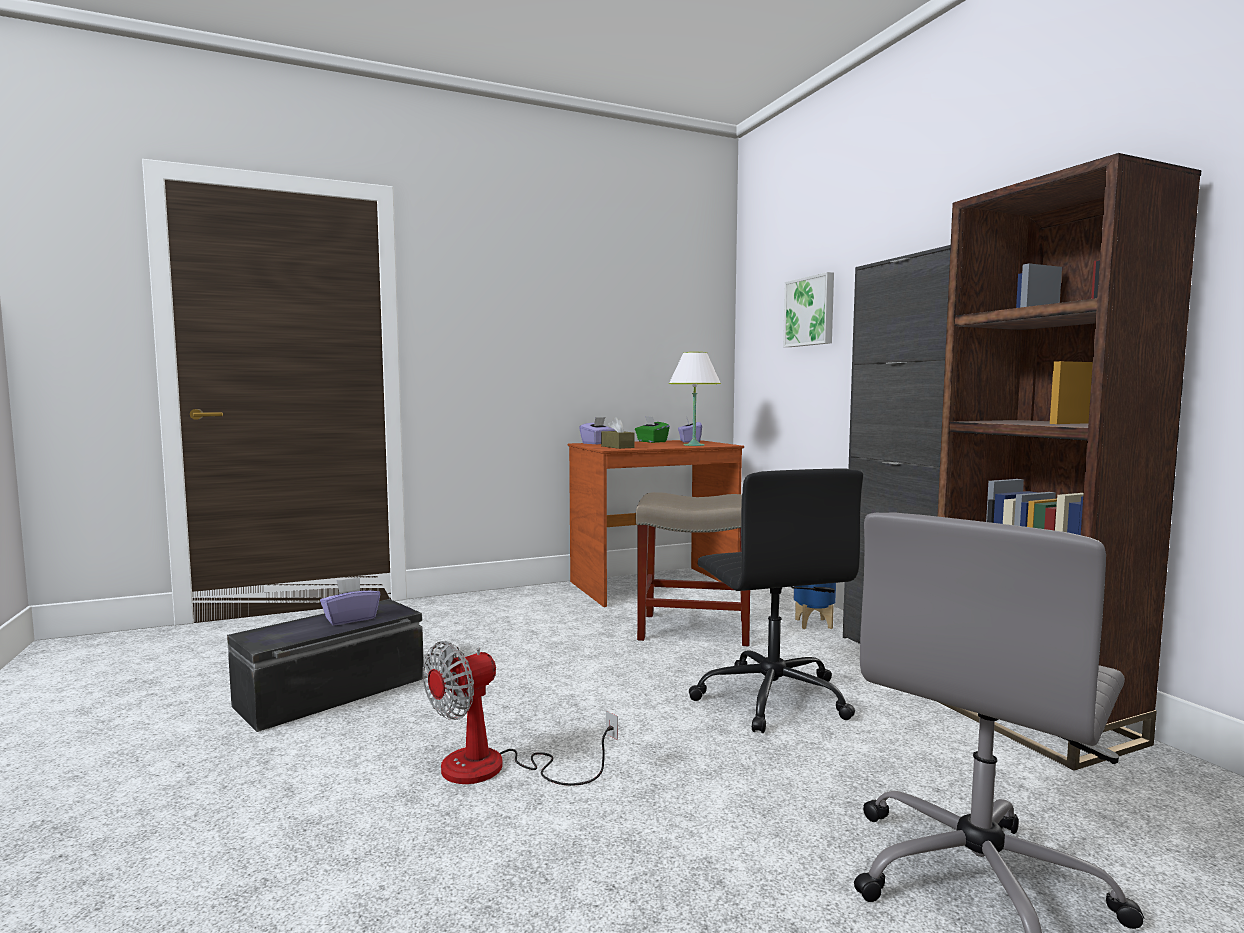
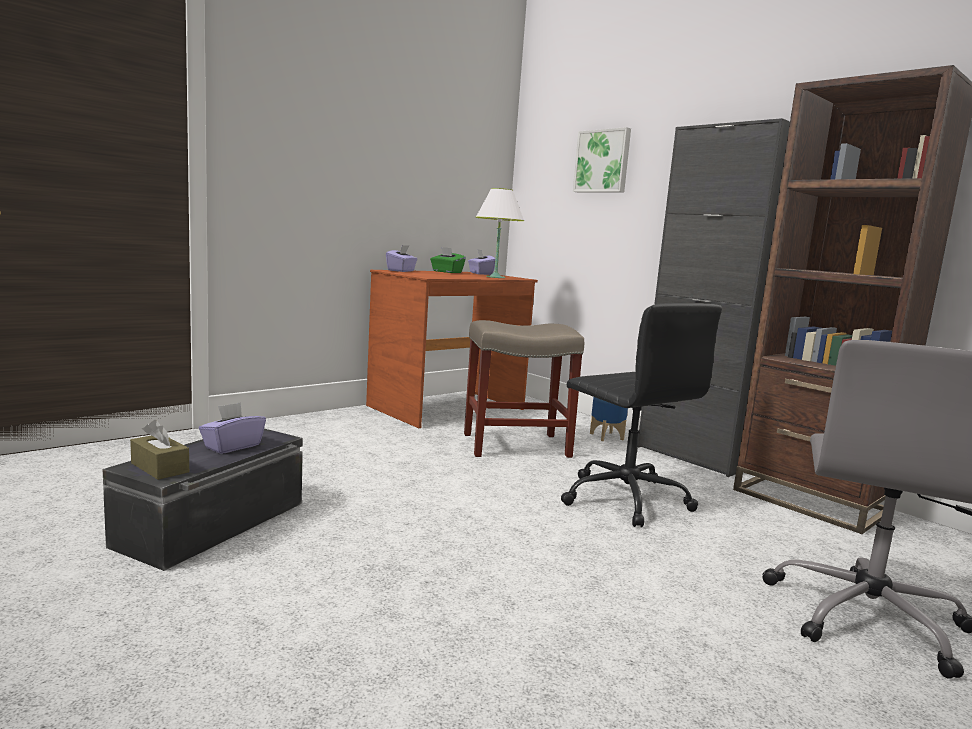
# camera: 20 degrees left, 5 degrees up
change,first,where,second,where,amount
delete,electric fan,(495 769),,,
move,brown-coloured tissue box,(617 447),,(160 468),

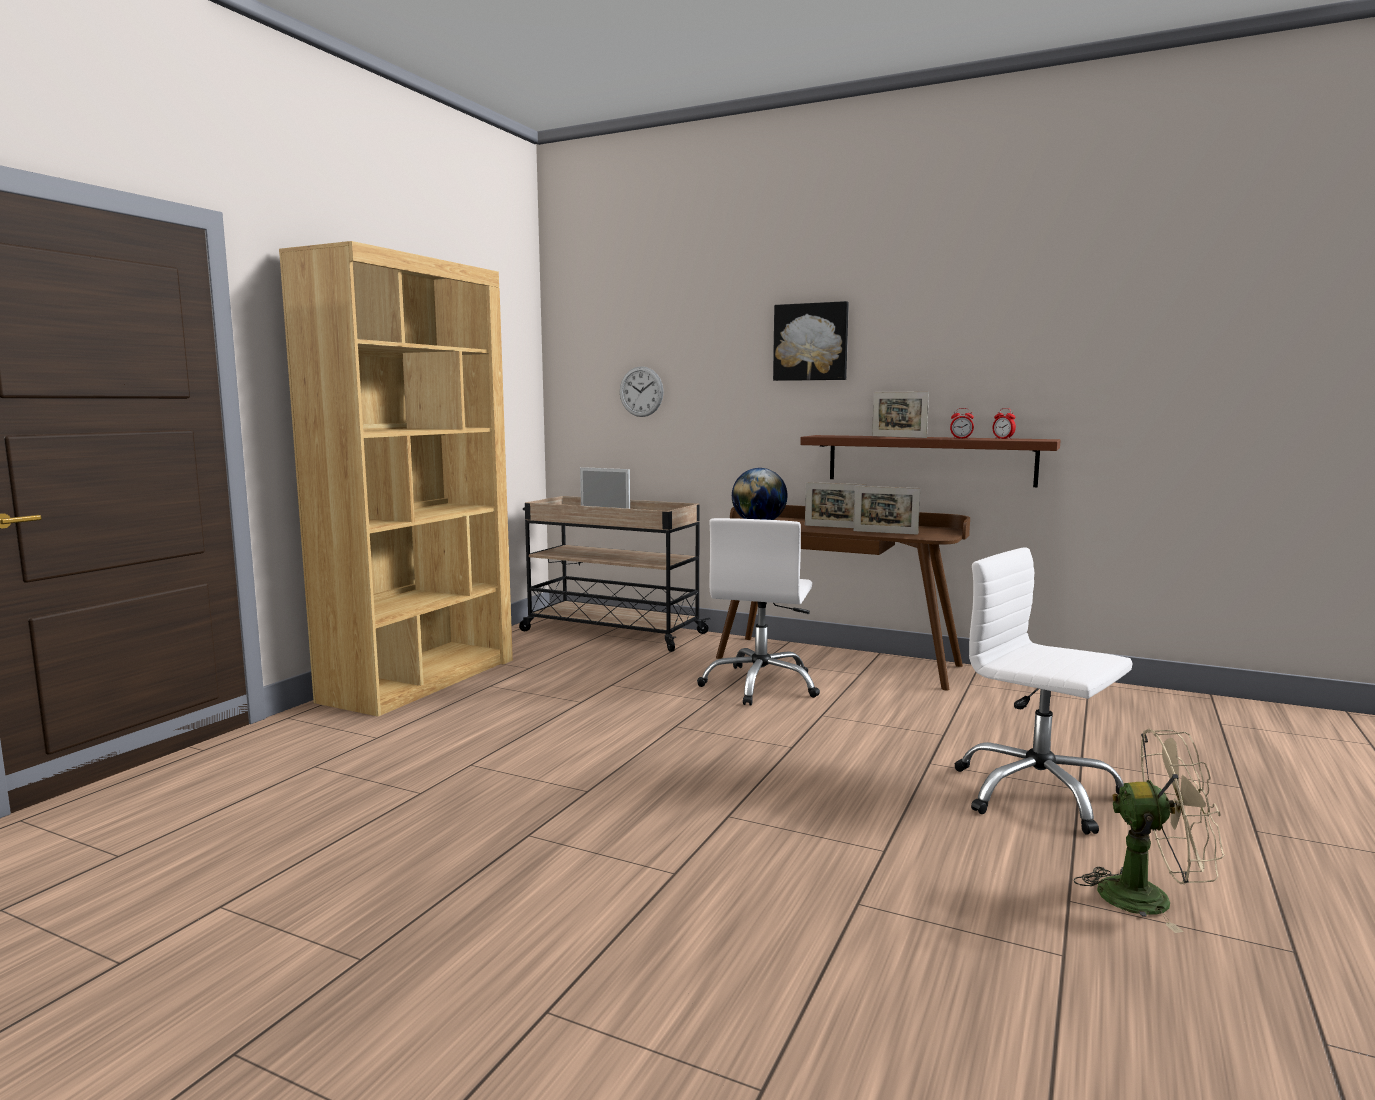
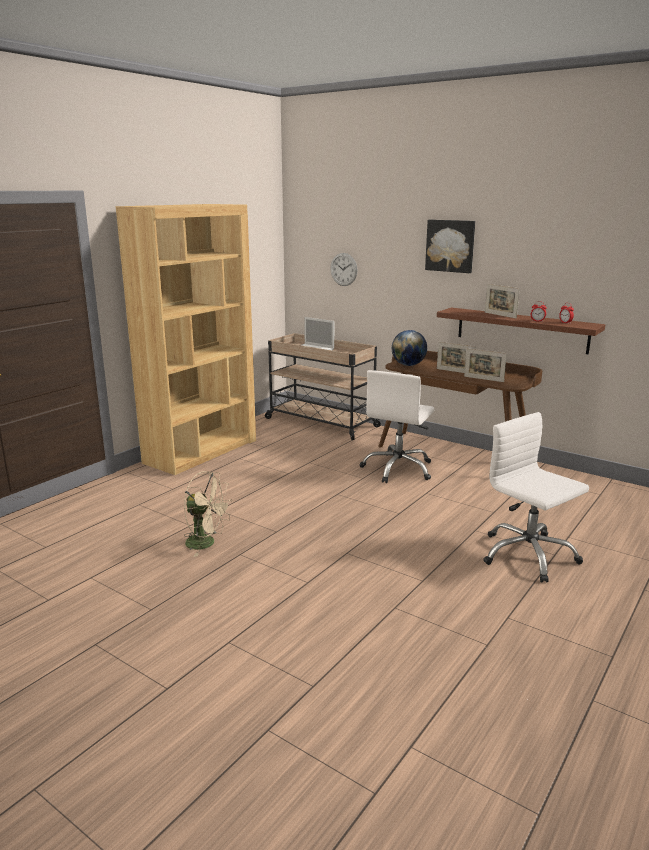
# camera: 10 degrees right, 10 degrees up
change,first,where,second,where,amount
move,sand-coloured electric fan,(1149 897),,(206 543),

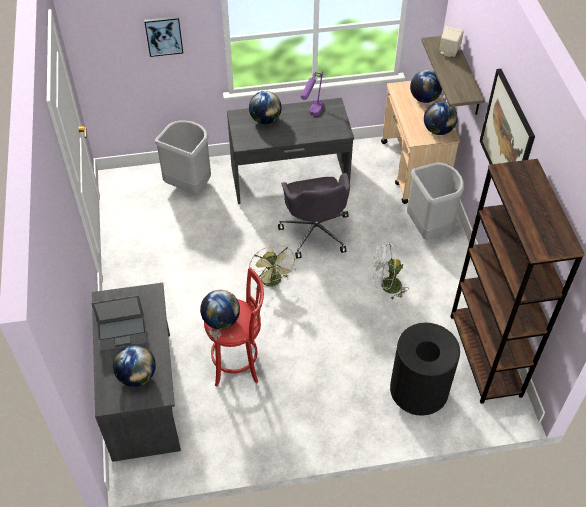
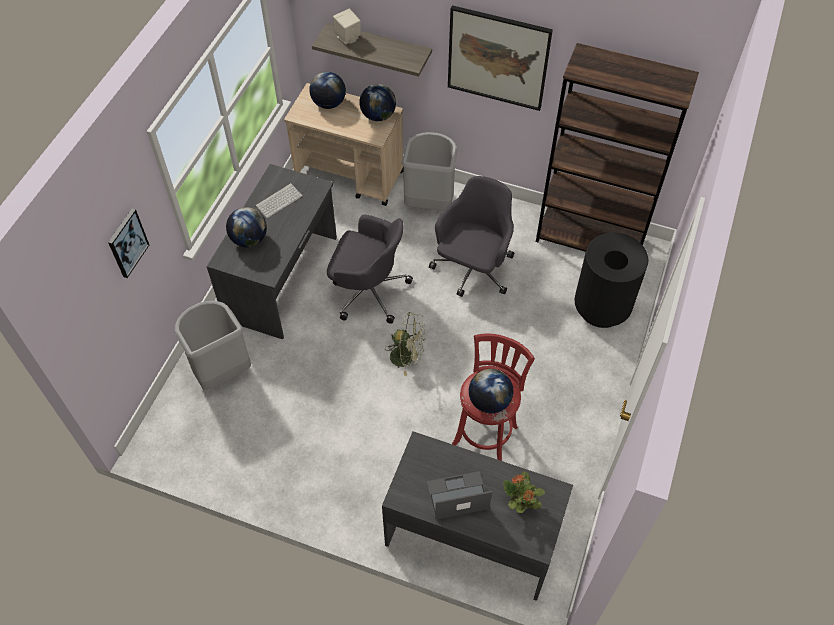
# camera: 60 degrees left, 5 degrees up
change,first,where,second,where,amount
rotate,notebook computer,(122 332),,(457 496),120 degrees counterclockwise
replace,desk globe,(137 376),potted plant,(520 504),
replace,purple tabletop lamp,(312 117),computer keyboard,(279 200),
replace,whitish electric fan,(386 286),grey computer chair,(473 270),

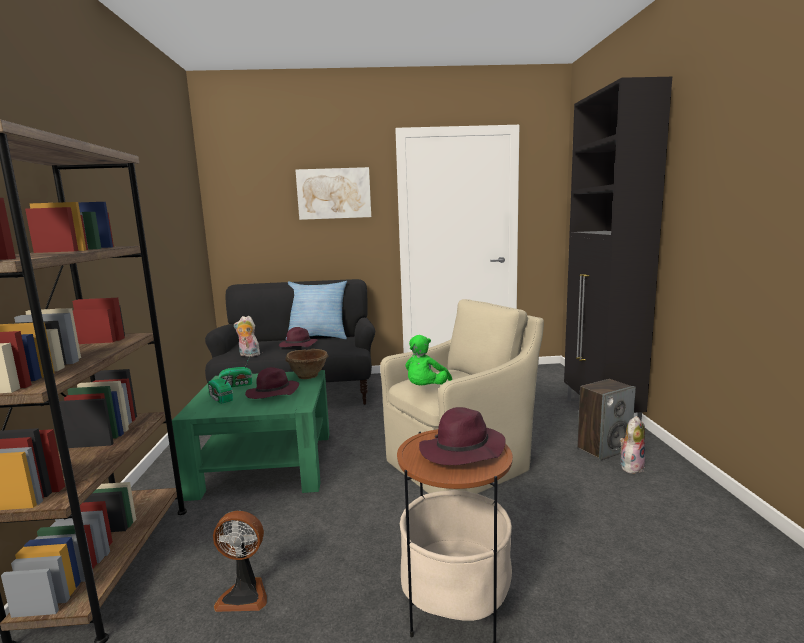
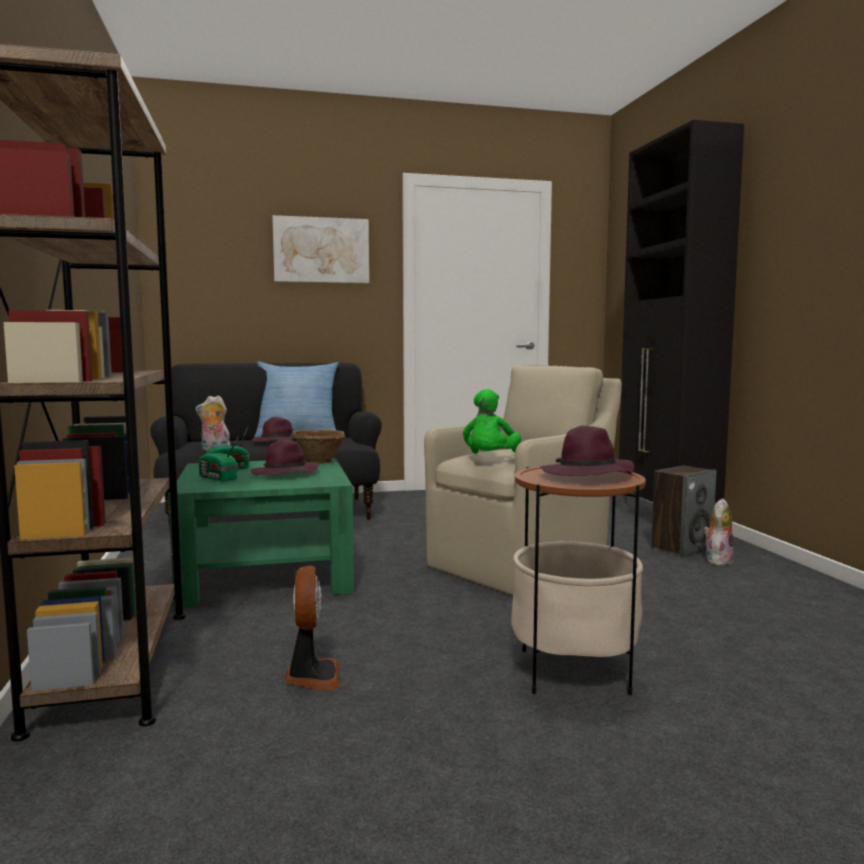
# camera: 10 degrees left, 5 degrees down
change,first,where,second,where,amount
rotate,electric fan,(244 594),,(312 676),90 degrees counterclockwise

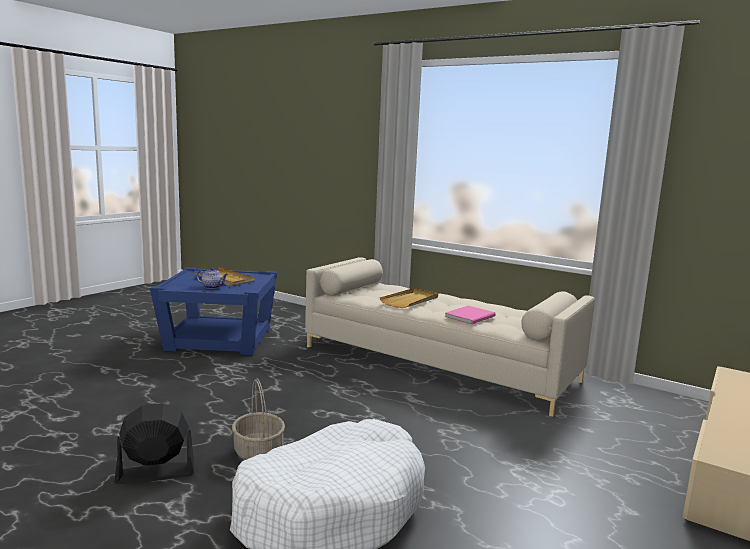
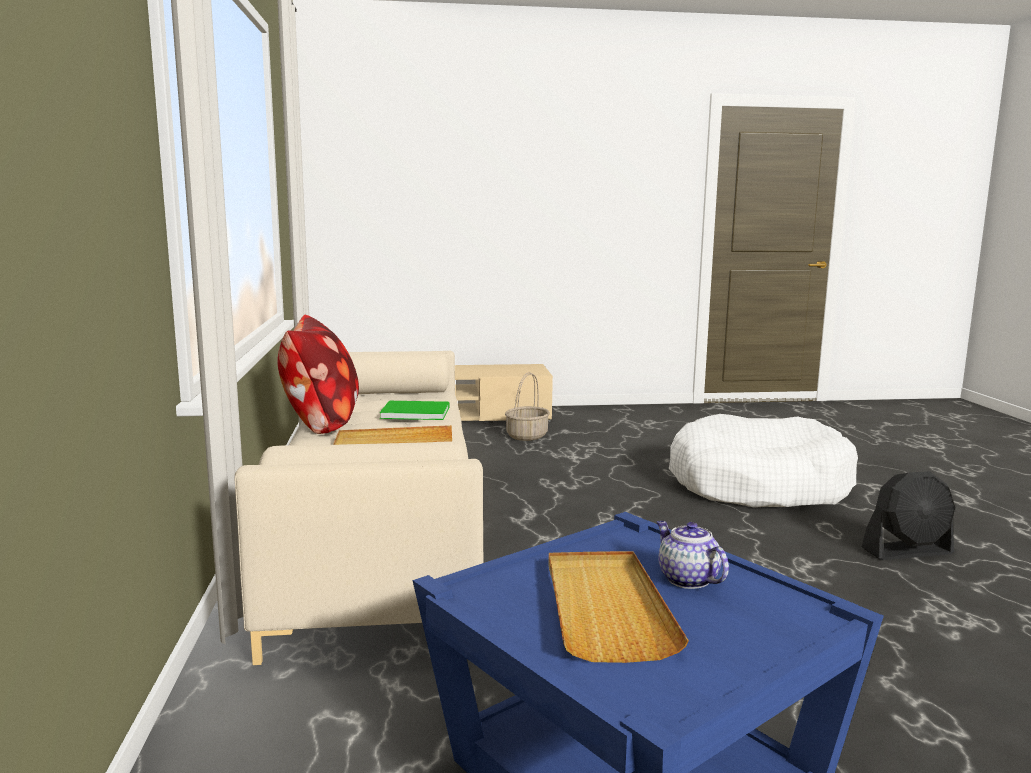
# camera: 130 degrees left, 0 degrees up
change,first,where,second,where,amount
rotate,black-coloured electric fan,(155 473),,(907 551),45 degrees counterclockwise
move,storage basket,(259 452),,(527 436),
recolor,pink-coloured volume,(471 316),green-coloured volume,(413 412),
insert,,,pillow,(321 422),

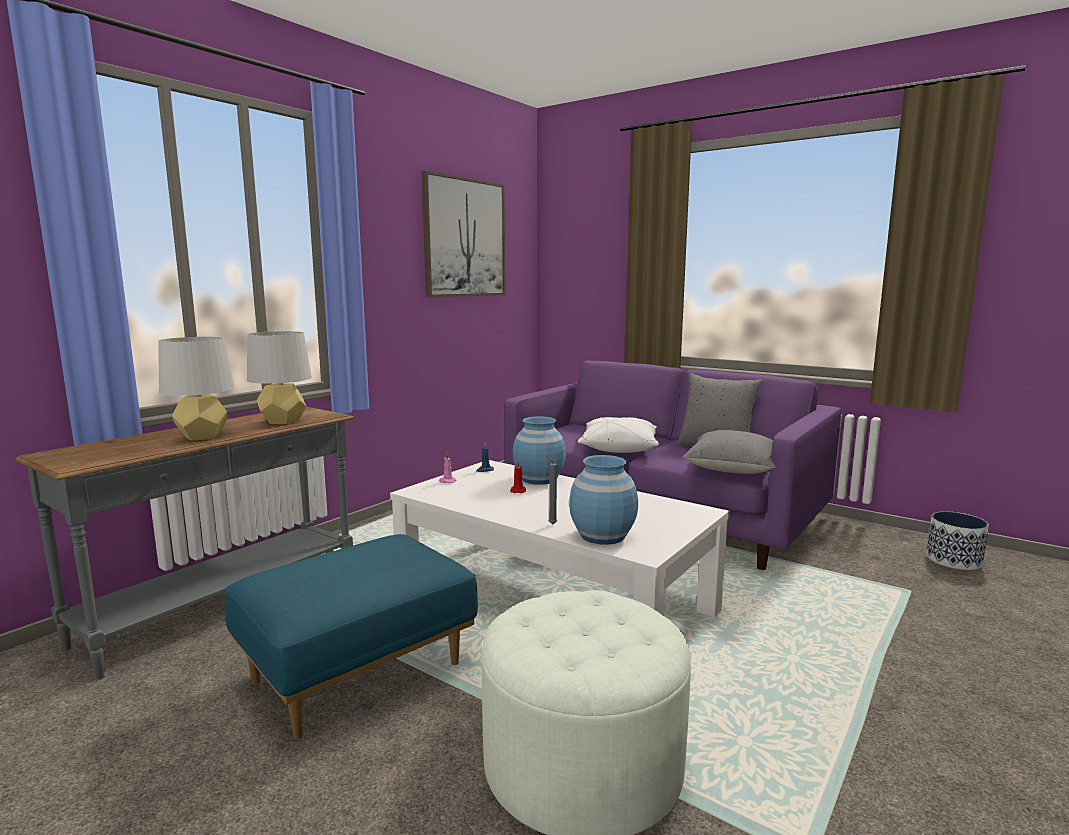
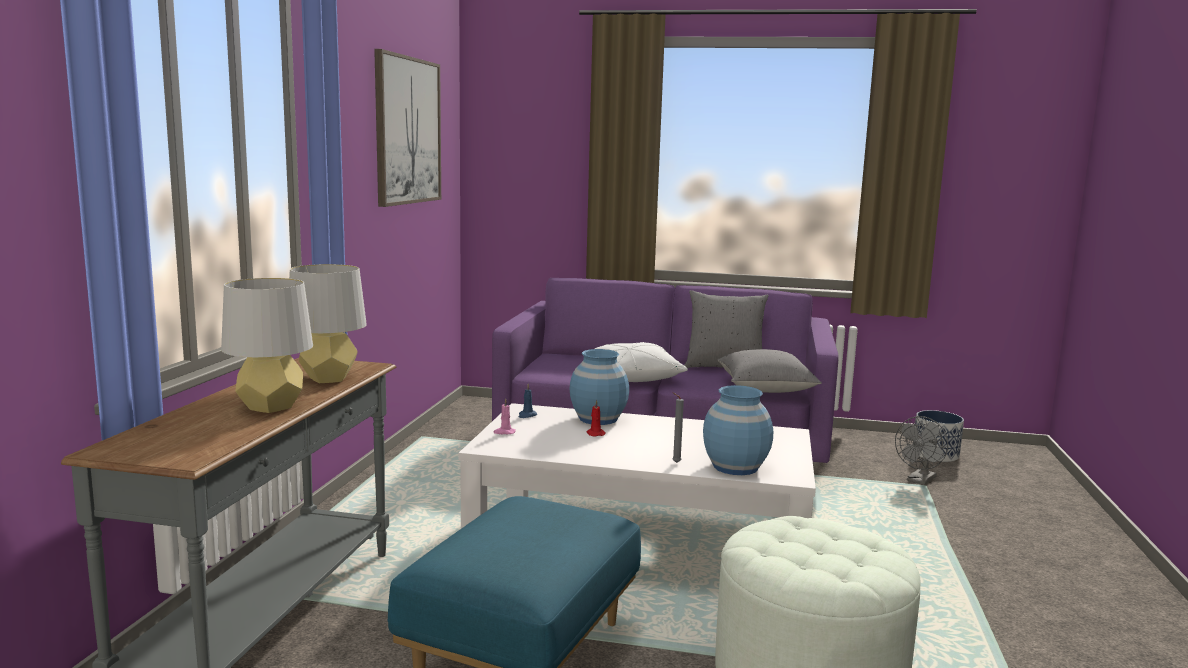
# camera: 25 degrees left, 0 degrees up
change,first,where,second,where,amount
insert,,,grey electric fan,(919 481),

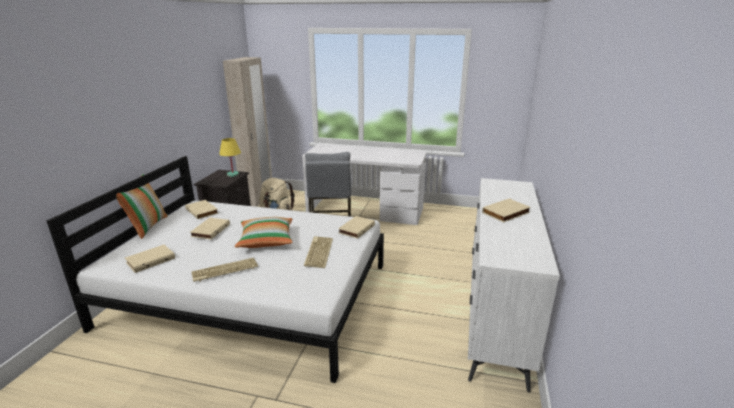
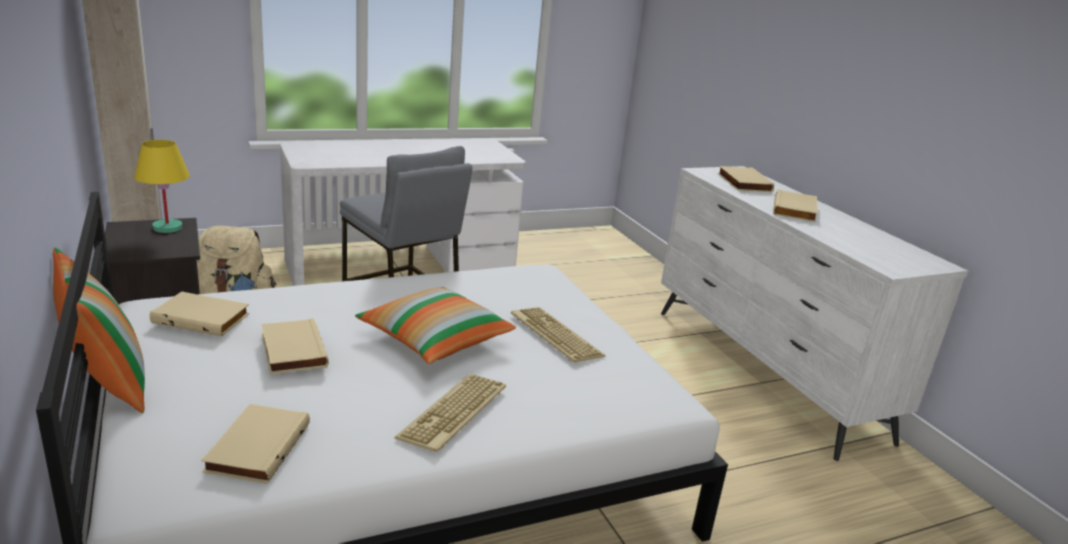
# camera: 40 degrees left, 0 degrees up
change,first,where,second,where,amount
move,sand-coloured volume,(356 228),,(742 182),

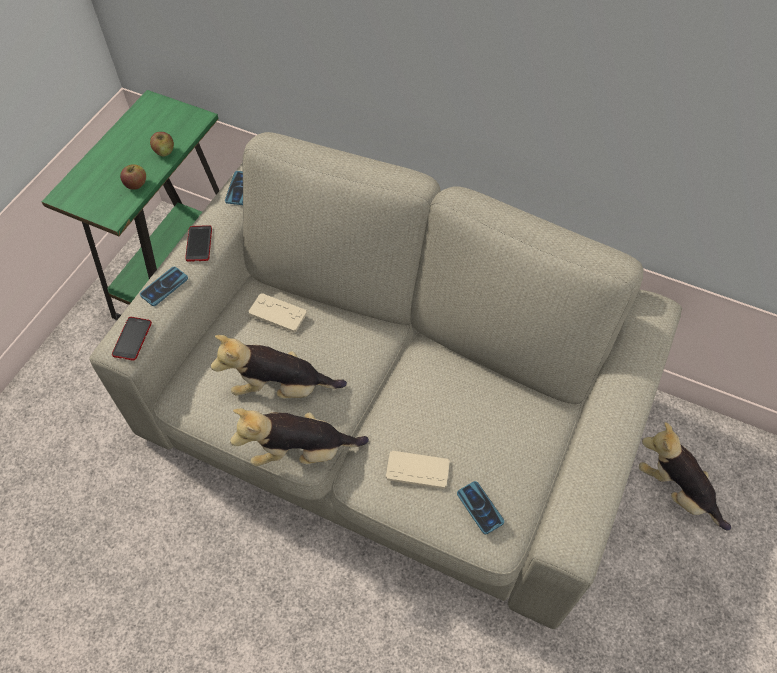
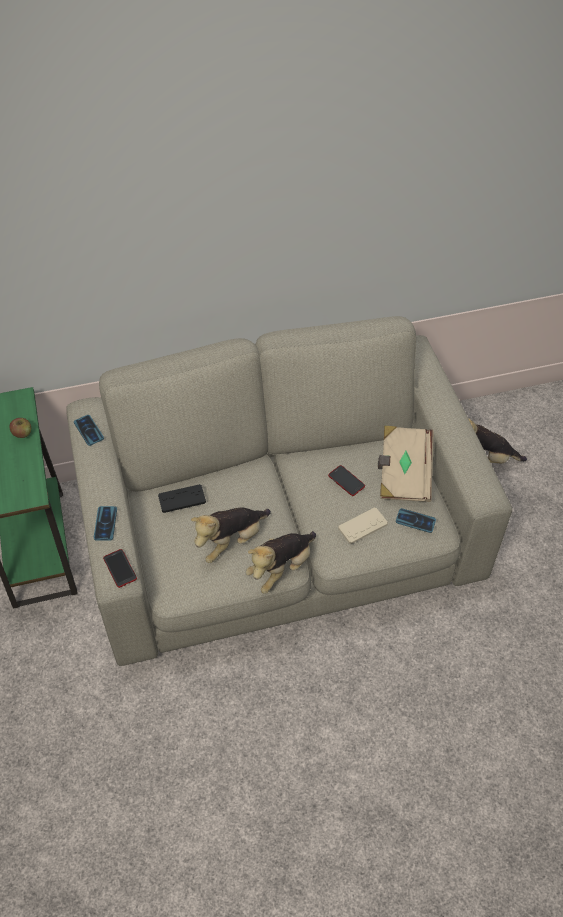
# camera: 40 degrees left, 5 degrees down
change,first,where,second,where,amount
delete,whole apple,(136 184),,,
move,telephone,(199 244),,(346 481),
recolor,sand-coloured game controller,(277 313),black-coloured game controller,(182 499),
insert,,,sand-coloured volume,(403 474),

